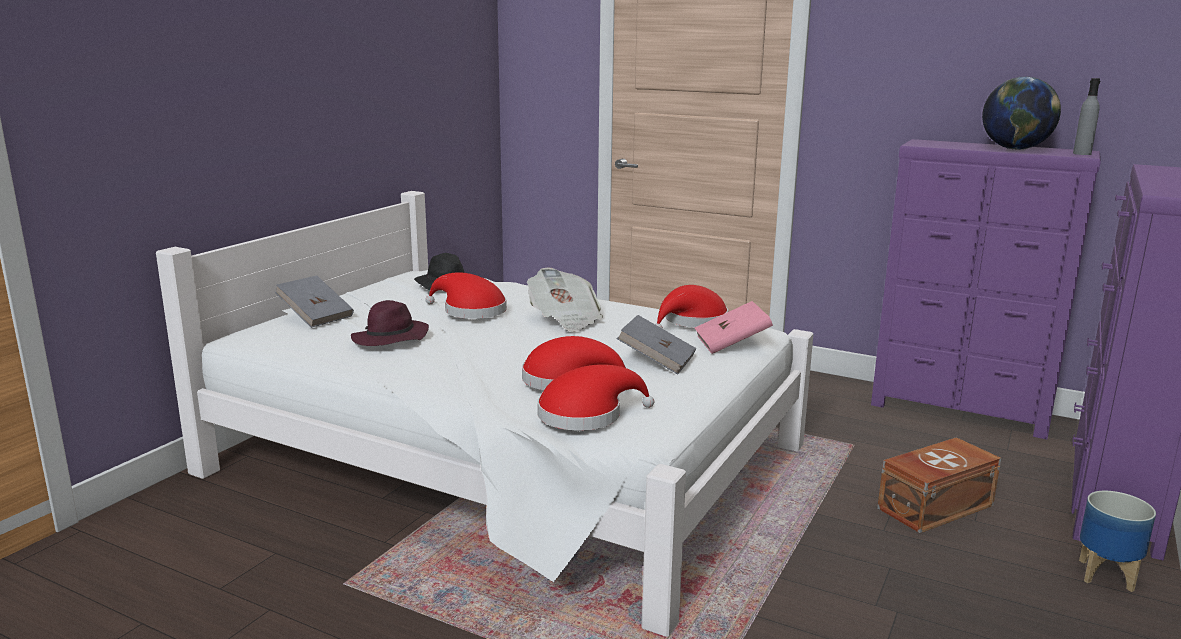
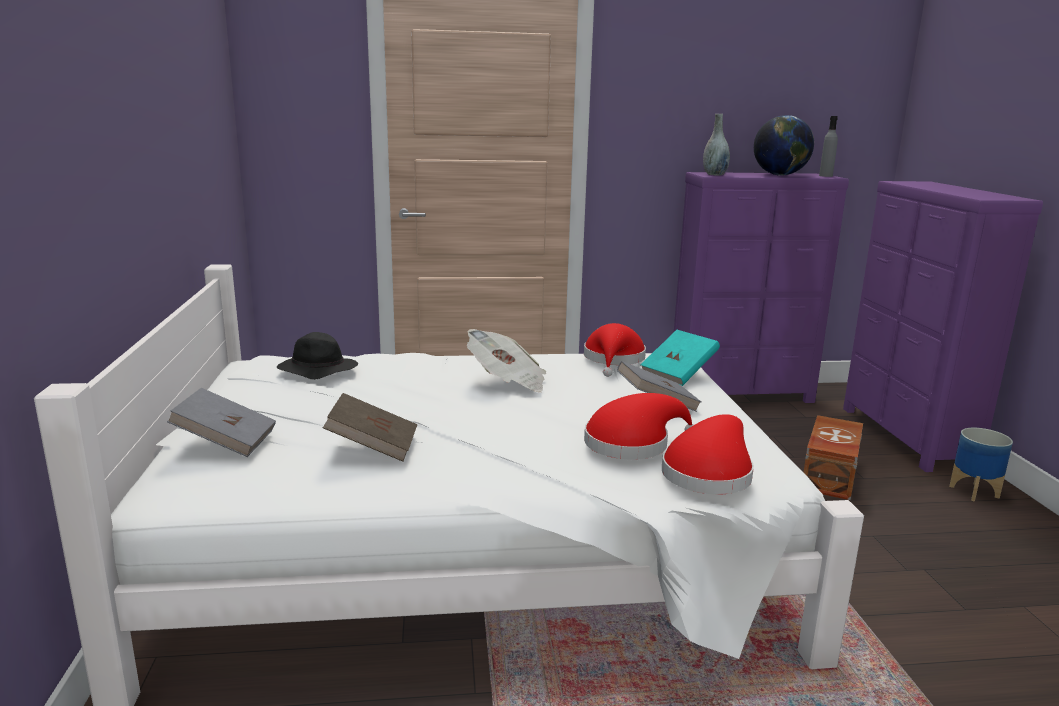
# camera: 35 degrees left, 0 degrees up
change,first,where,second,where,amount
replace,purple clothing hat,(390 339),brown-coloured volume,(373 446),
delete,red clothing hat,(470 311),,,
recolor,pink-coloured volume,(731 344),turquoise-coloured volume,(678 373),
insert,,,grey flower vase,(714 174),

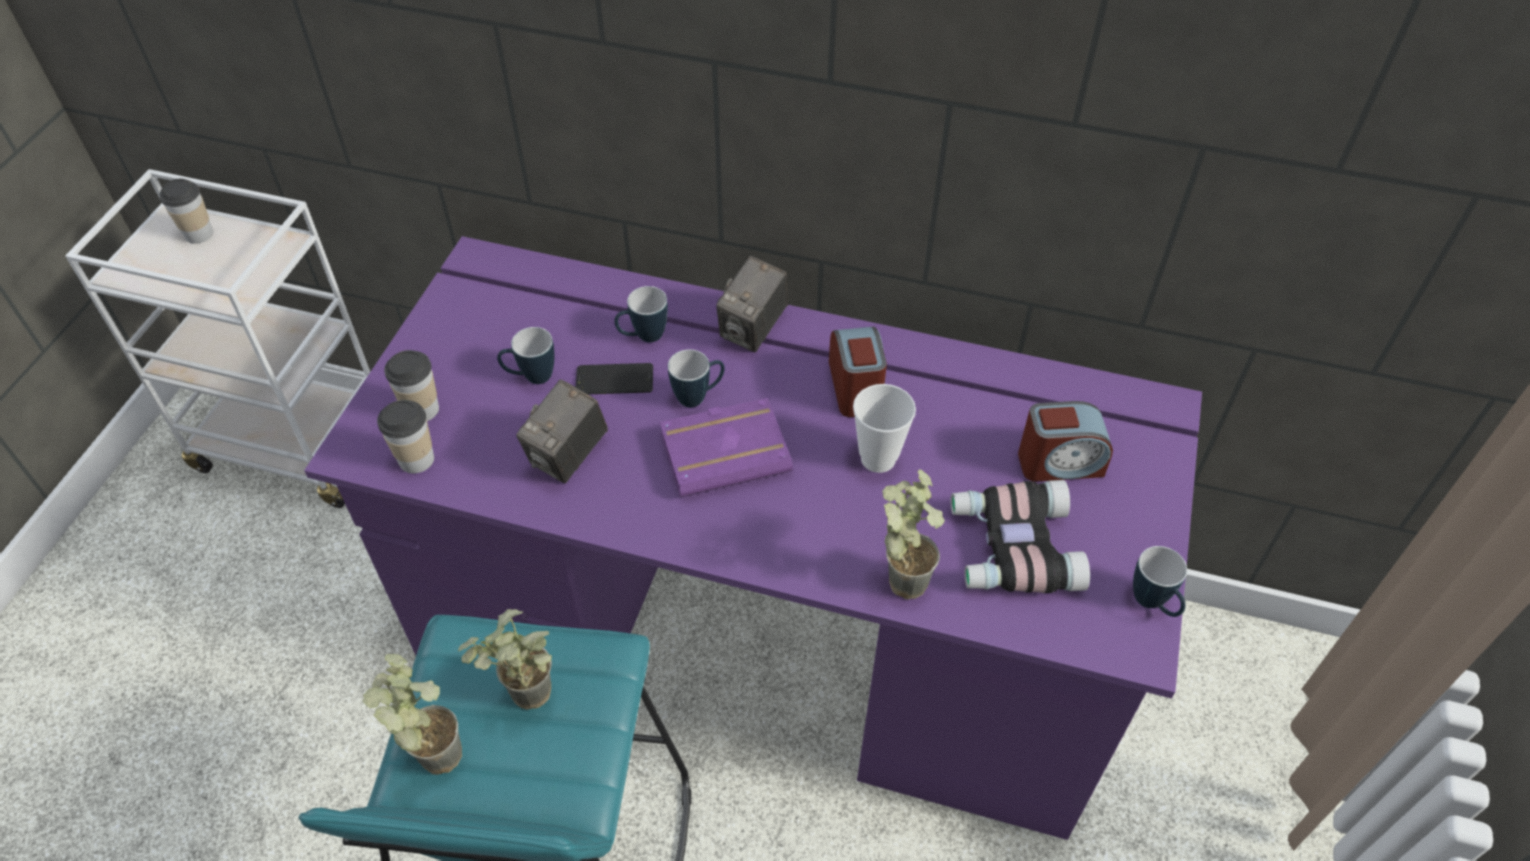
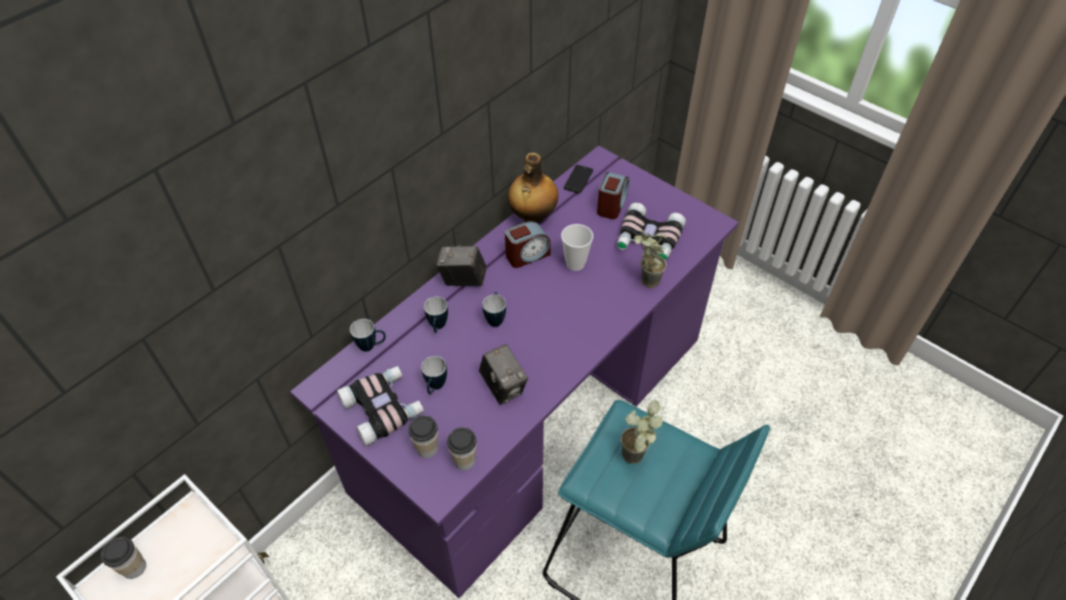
# camera: 65 degrees left, 0 degrees up
change,first,where,second,where,amount
delete,potted plant,(431 750),,,
move,telephone,(614 380),,(578 179),
delete,purple volume,(727 451),,,
rotate,photo camera,(753 330),,(463 280),135 degrees clockwise
rotate,alarm clock,(856 387),,(527 255),135 degrees clockwise
move,mug,(1153 604),,(371 346),
insert,,,binoculars,(383 408),
insert,,,bottle,(532 216),

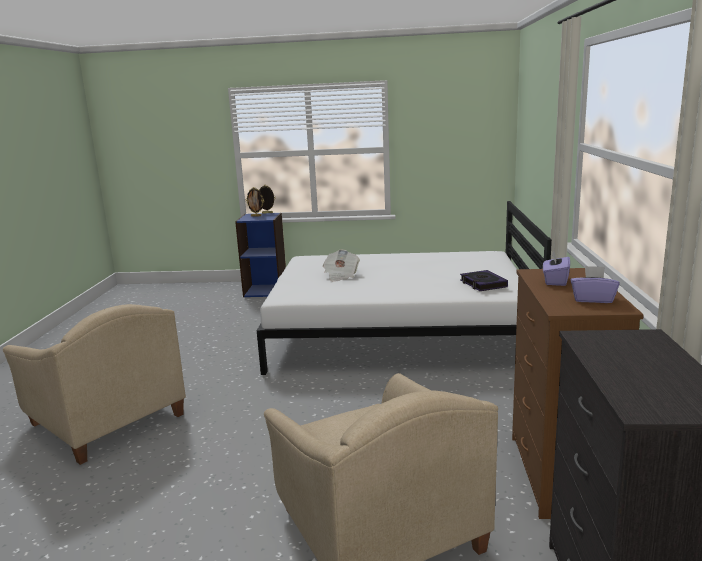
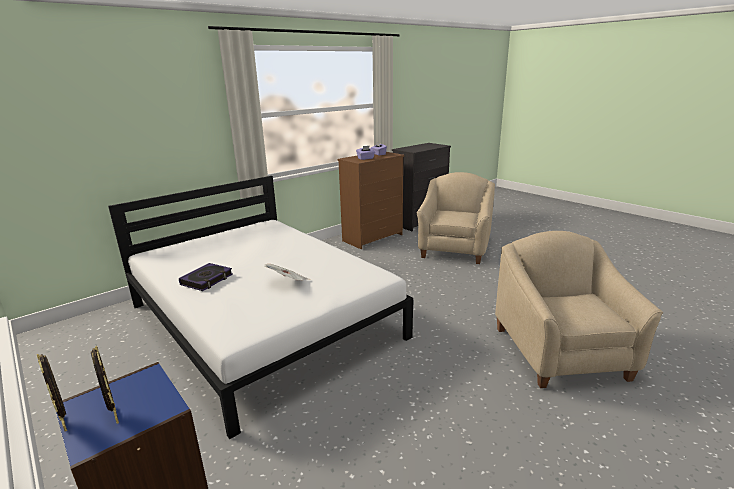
# camera: 135 degrees left, 5 degrees up
change,first,where,second,where,amount
move,volume,(483 284),,(207 280),

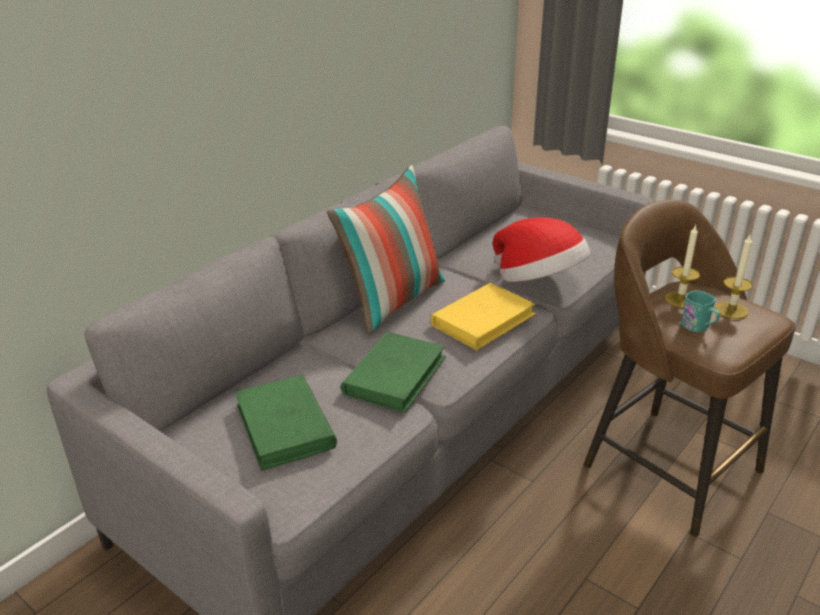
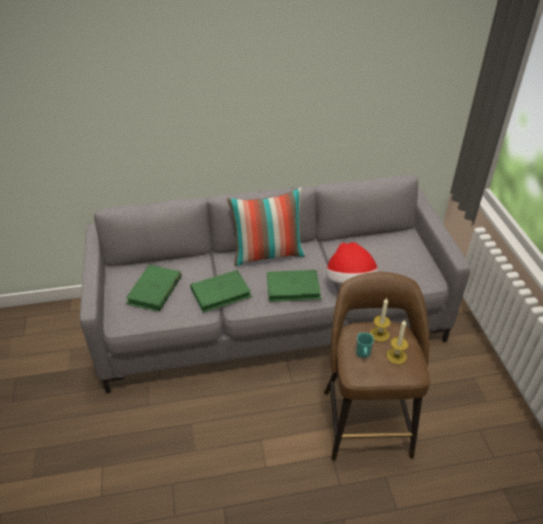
# camera: 40 degrees right, 10 degrees up
change,first,where,second,where,amount
recolor,yellowish volume,(483 320),green-coloured volume,(293 288),

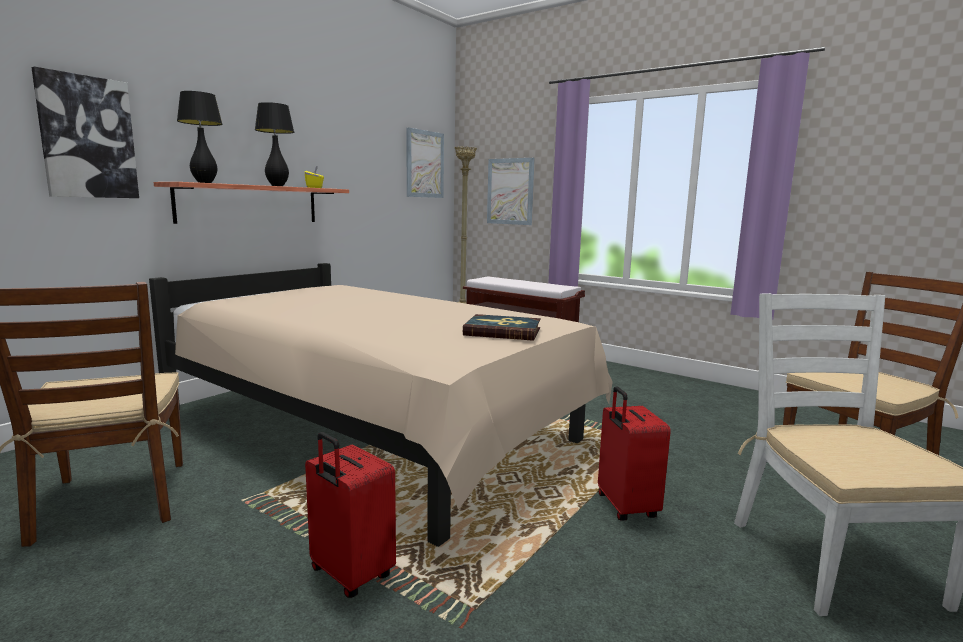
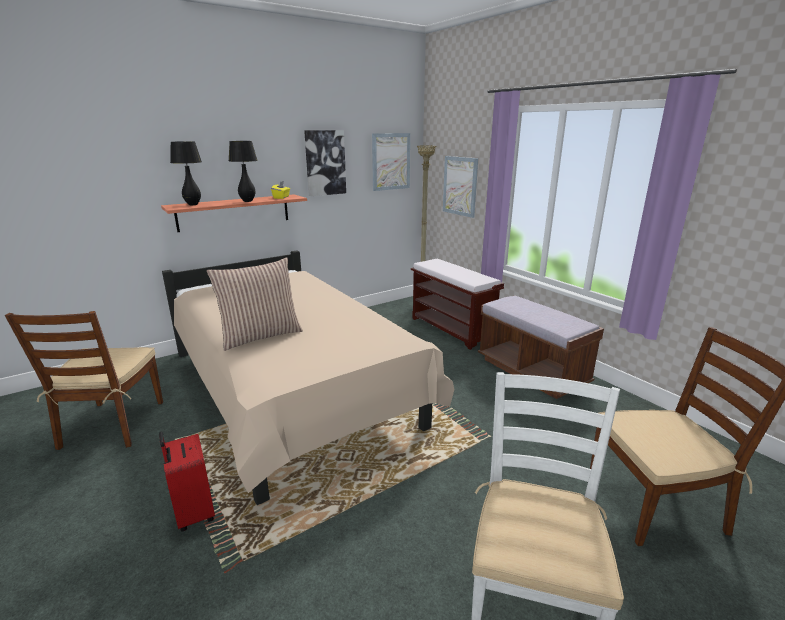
# camera: 20 degrees right, 10 degrees up
change,first,where,second,where,amount
move,wall picture,(87 137),,(325 163),
delete,volume,(503 331),,,
delete,red suitcase,(625 507),,,
insert,,,pillow,(260 335),
insert,,,brown-coloured bench,(531 371),

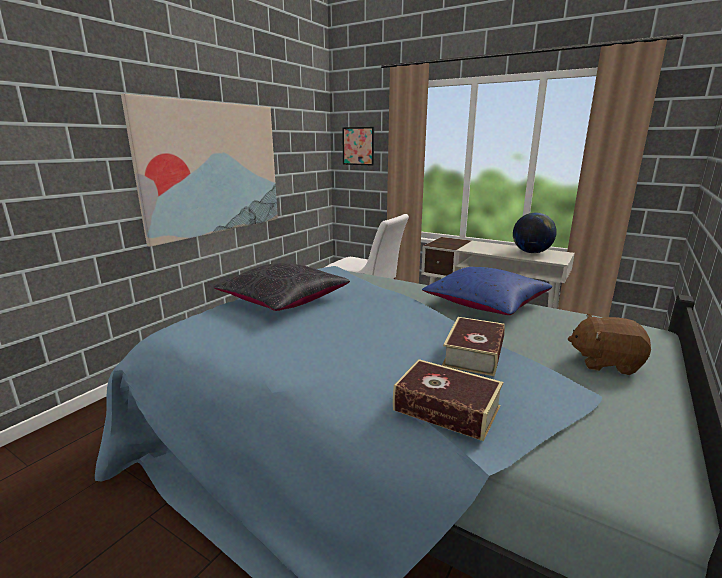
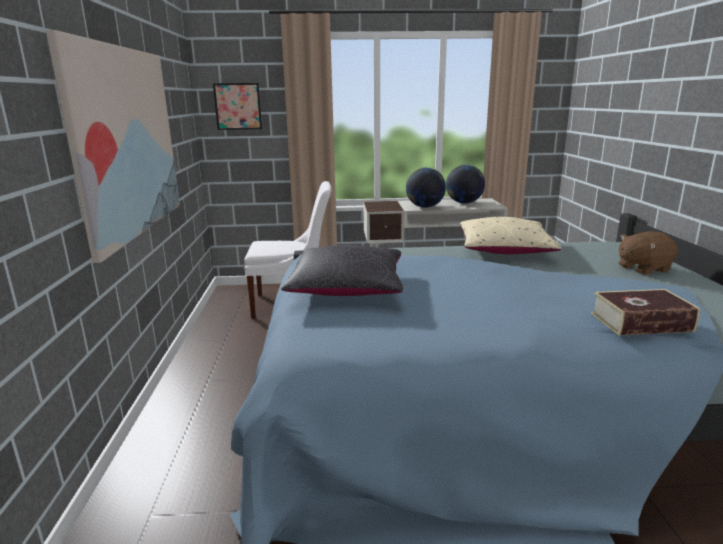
# camera: 35 degrees left, 0 degrees up
change,first,where,second,where,amount
recolor,bluish pillow,(486 304),sand-coloured pillow,(504 250),
delete,volume,(474 354),,,
insert,,,desk globe,(424 207),

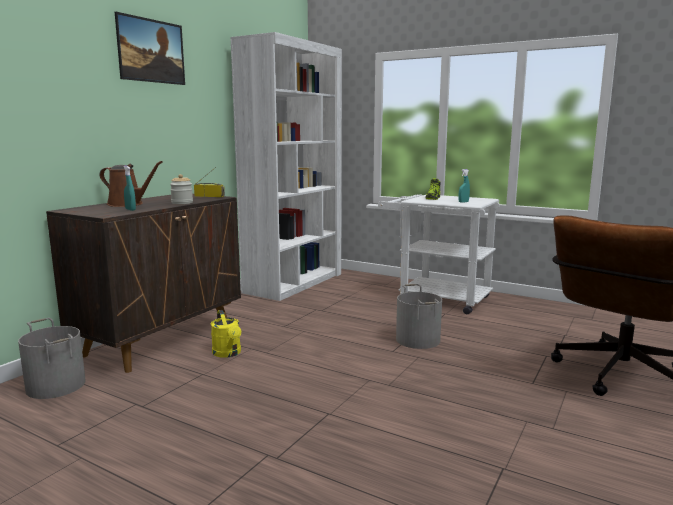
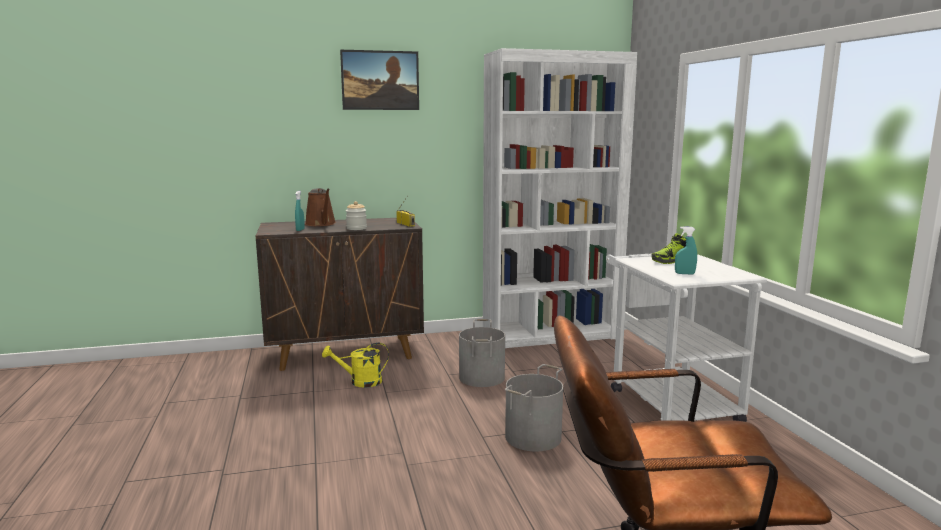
# camera: 45 degrees right, 0 degrees up
change,first,where,second,where,amount
move,grey bucket,(55 386),,(481 377),
rotate,yellowish watering can,(228 353),,(360 382),60 degrees clockwise

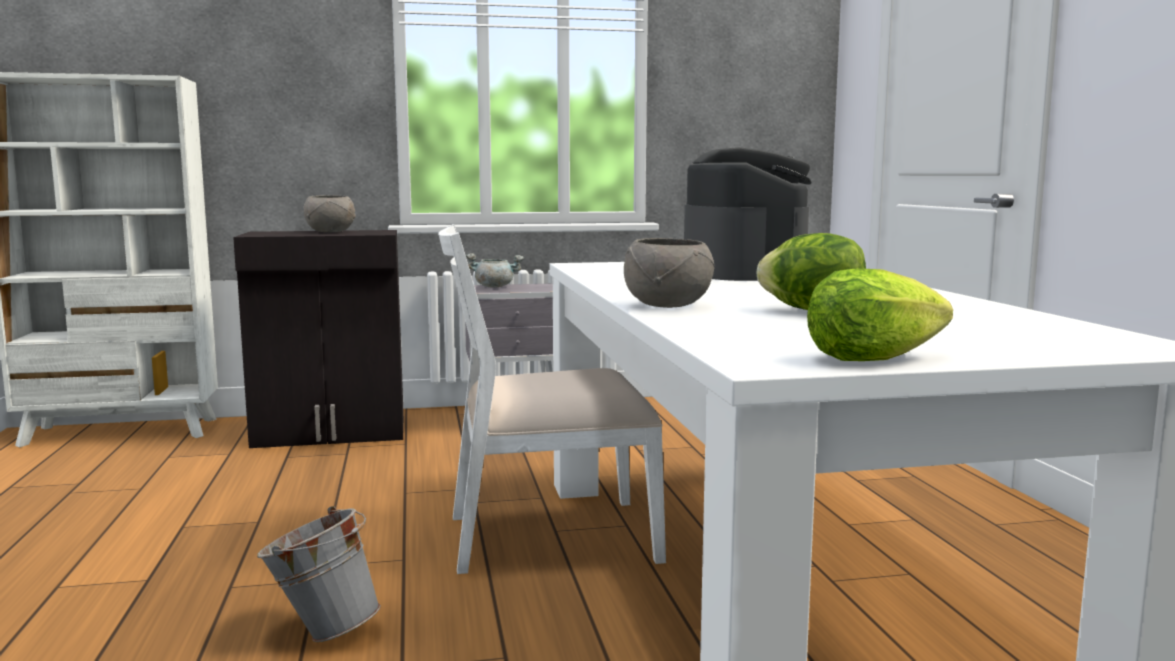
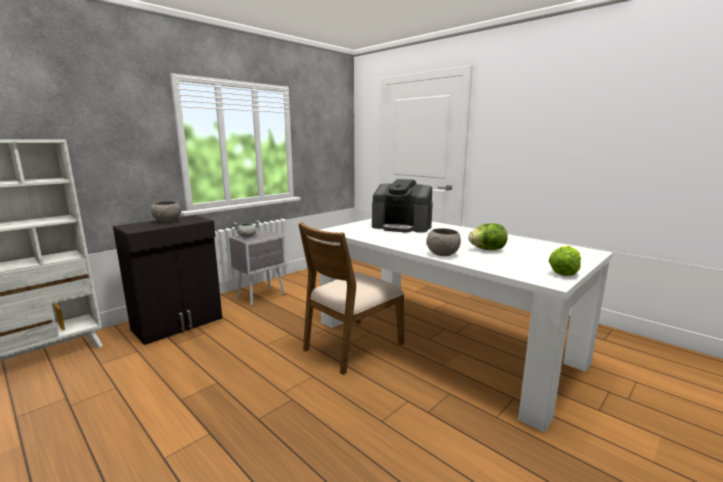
# camera: 35 degrees left, 5 degrees up
change,first,where,second,where,amount
delete,grey bucket,(322 631),,,
recolor,whitish upright chair,(549 536),brown-coloured upright chair,(352 346),
rotate,coffee maker,(744 272),,(402 226),150 degrees clockwise

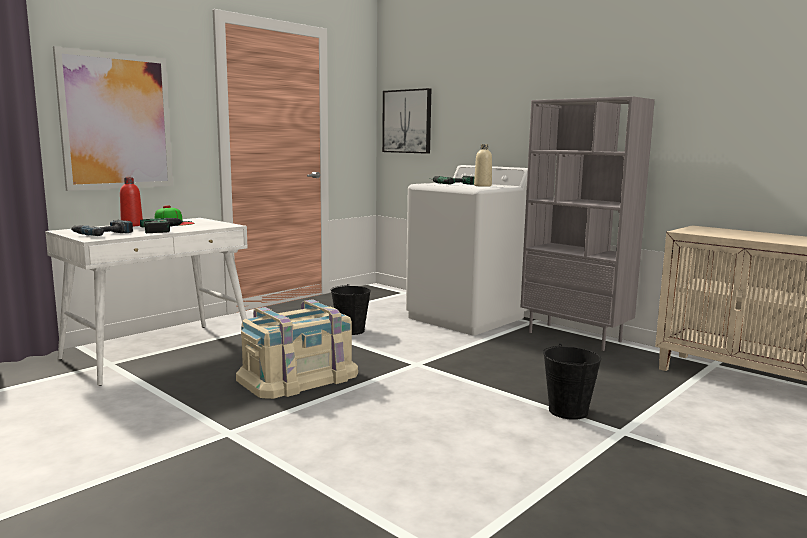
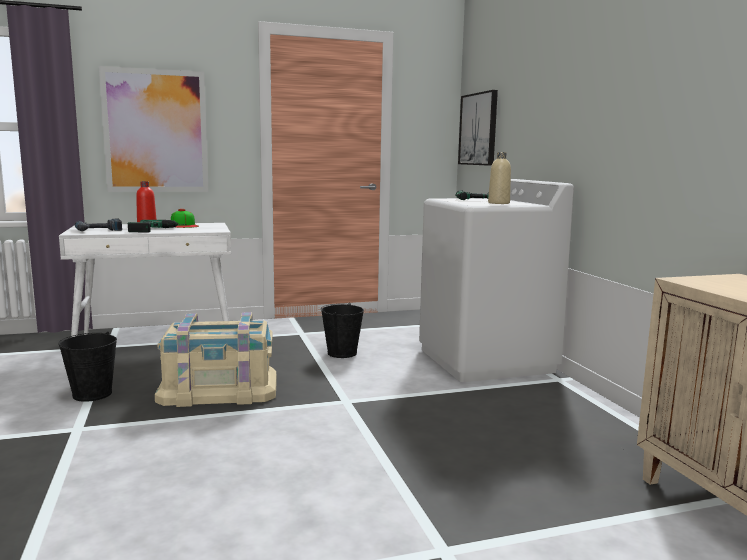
# camera: 30 degrees right, 0 degrees up
change,first,where,second,where,amount
delete,grey shelving unit,(575 337),,,
move,black-coloured bucket,(568 411),,(92 394),

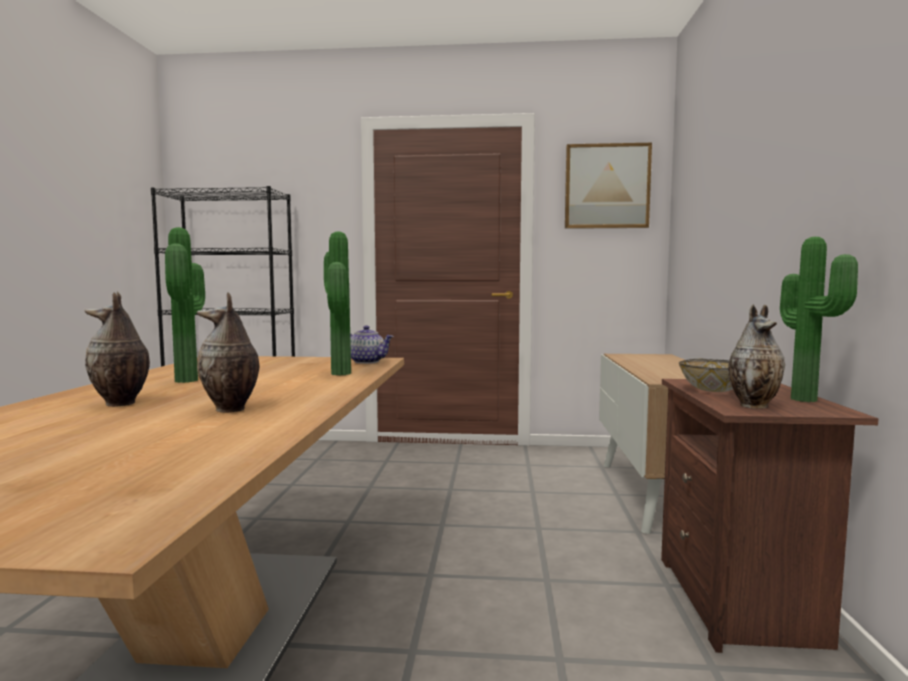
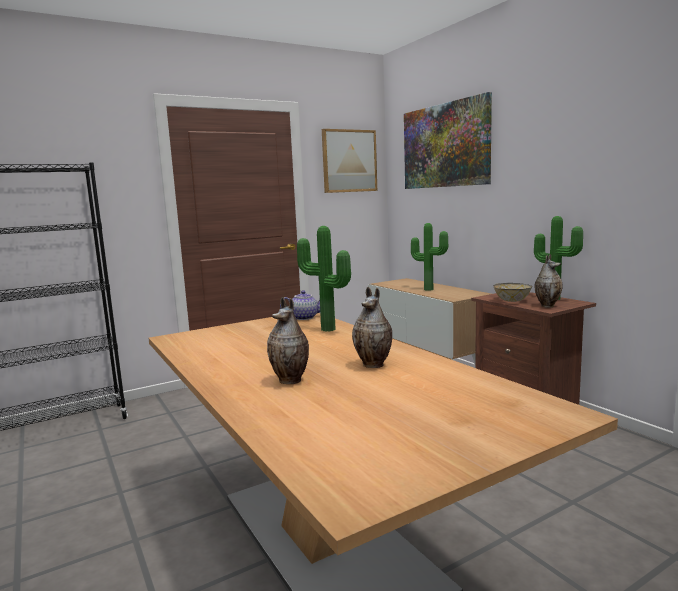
# camera: 35 degrees left, 5 degrees up
change,first,where,second,where,amount
move,potted plant,(191 380),,(429 289),
insert,,,wall picture,(445 146),

